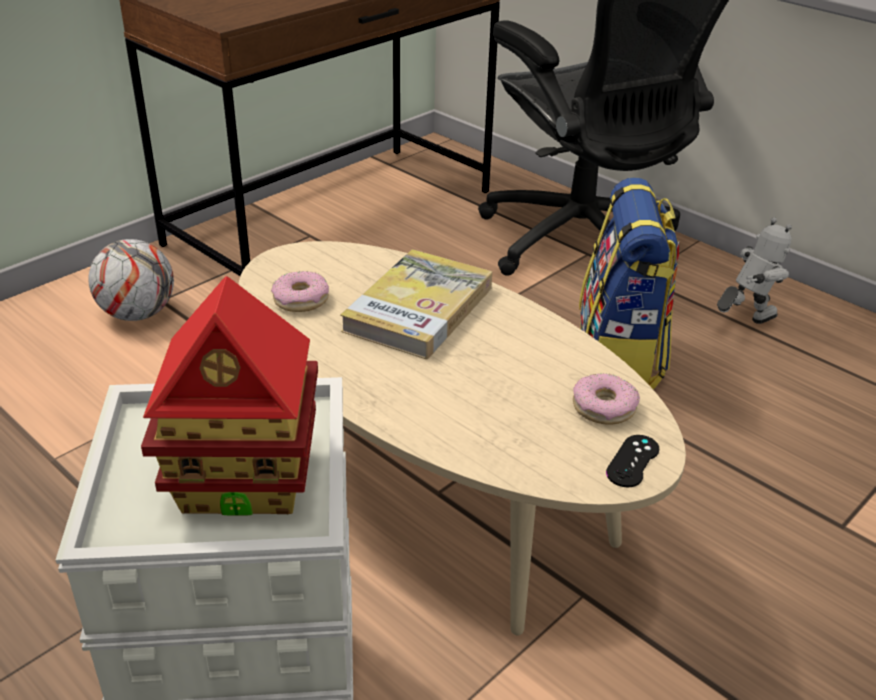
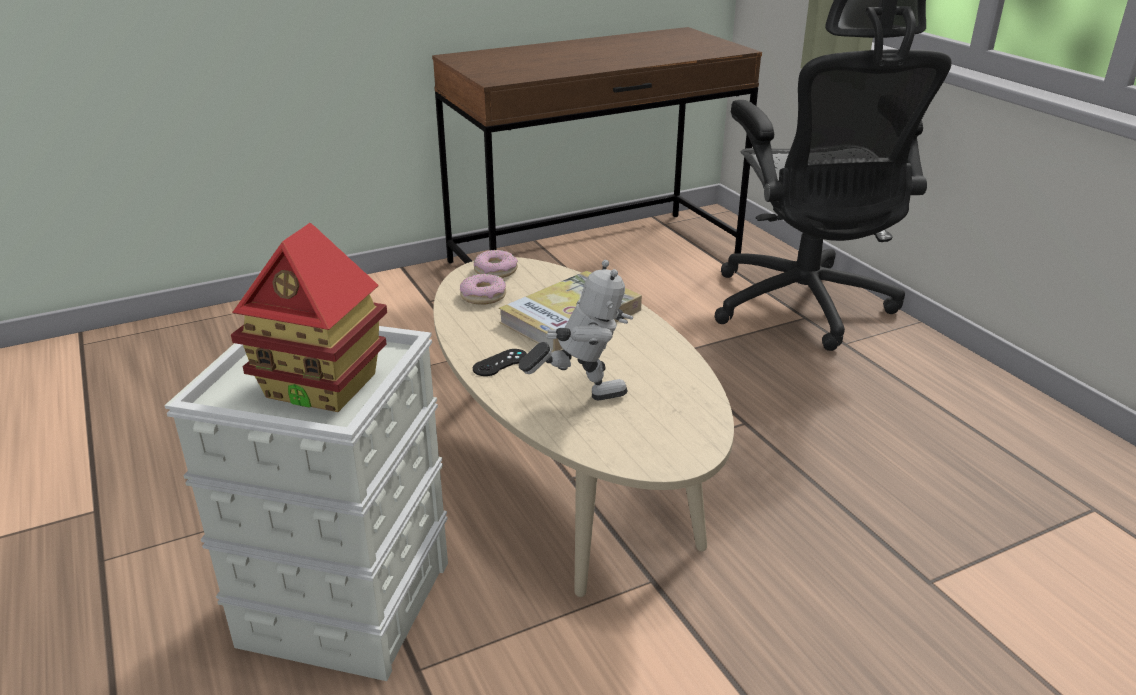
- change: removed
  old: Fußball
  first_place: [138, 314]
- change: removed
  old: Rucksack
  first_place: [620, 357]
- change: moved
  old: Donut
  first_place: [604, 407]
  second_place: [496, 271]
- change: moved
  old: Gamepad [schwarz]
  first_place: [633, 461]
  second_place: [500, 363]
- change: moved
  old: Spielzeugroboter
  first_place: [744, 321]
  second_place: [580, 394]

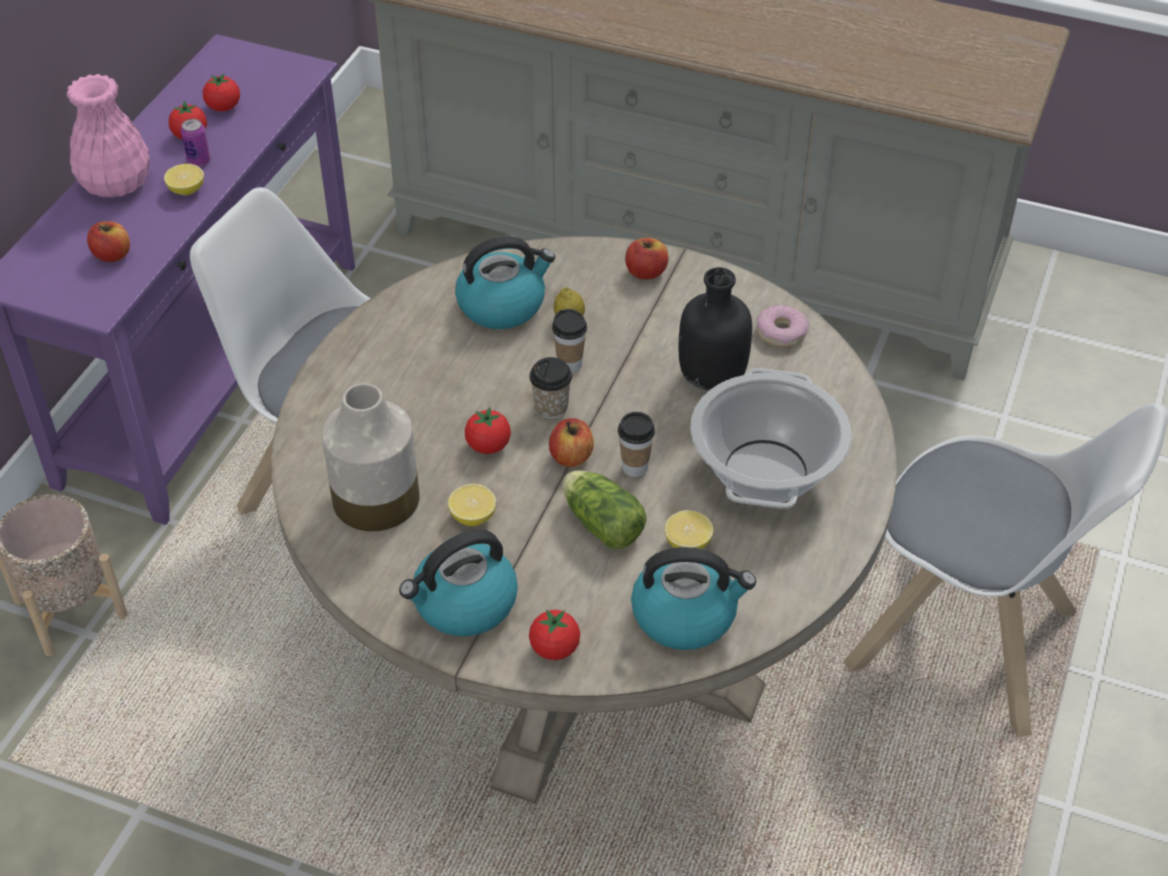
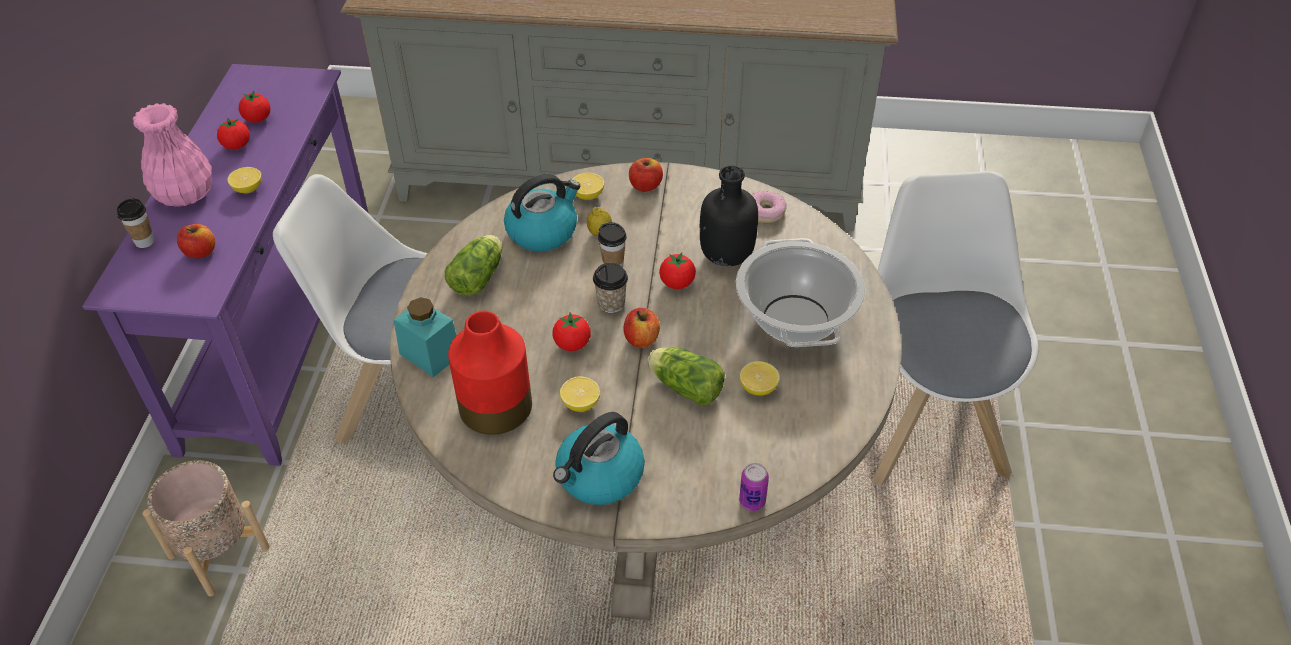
- change: removed
  old: Wasserkessel
  first_place: [686, 615]
- change: added
  new: Vorratsglas [türkis]
  second_place: [430, 354]
- change: added
  new: Salatkopf
  second_place: [479, 276]
- change: added
  new: Zitrone
  second_place: [588, 195]
- change: moved
  old: Dose
  first_place: [199, 161]
  second_place: [752, 501]
- change: moved
  old: Tomate
  first_place: [554, 648]
  second_place: [677, 283]
- change: moved
  old: Tasse
  first_place: [635, 467]
  second_place: [144, 241]
- change: recoloured
  old: Vase [beige]
  new: Vase [rot]
  first_place: [375, 497]
  second_place: [495, 404]
- change: turned
  old: Stuhl
  first_place: [969, 641]
  second_place: [925, 419]
  degrees: -105

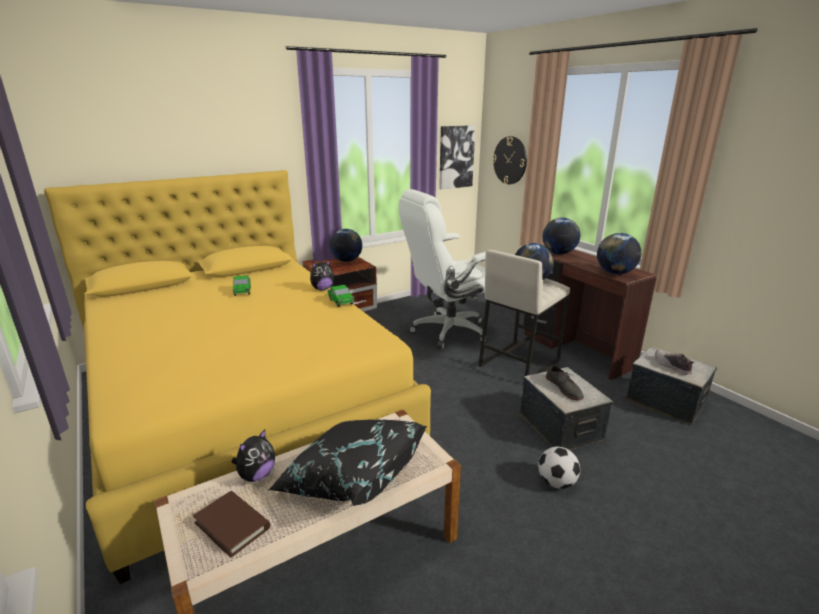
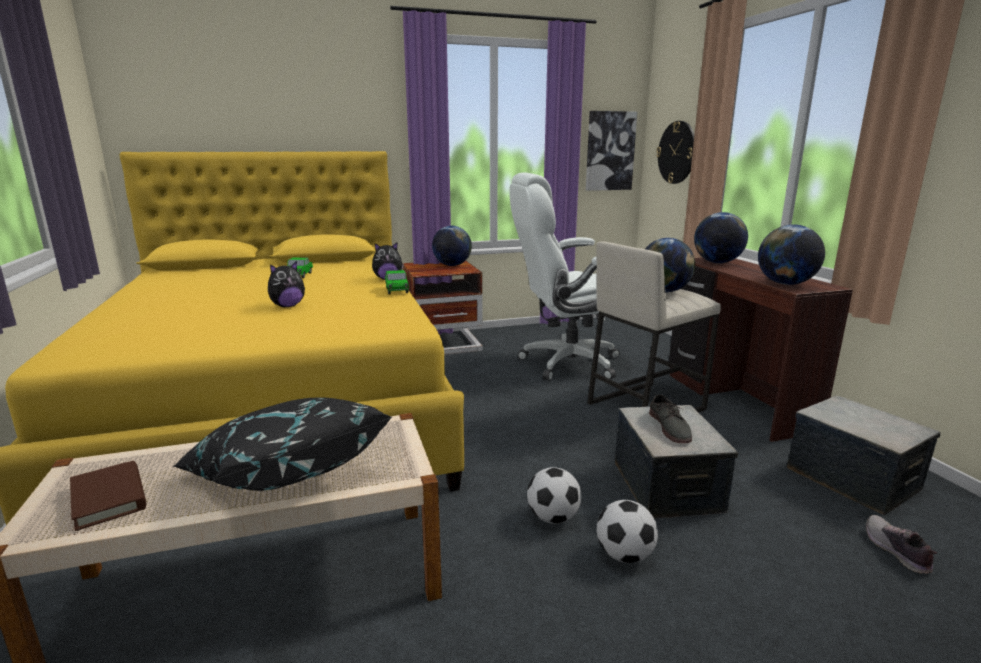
- change: added
  new: Fußball
  second_place: [553, 518]
- change: moved
  old: Plüschtier
  first_place: [256, 475]
  second_place: [287, 306]
- change: moved
  old: Schuh
  first_place: [671, 366]
  second_place: [895, 551]

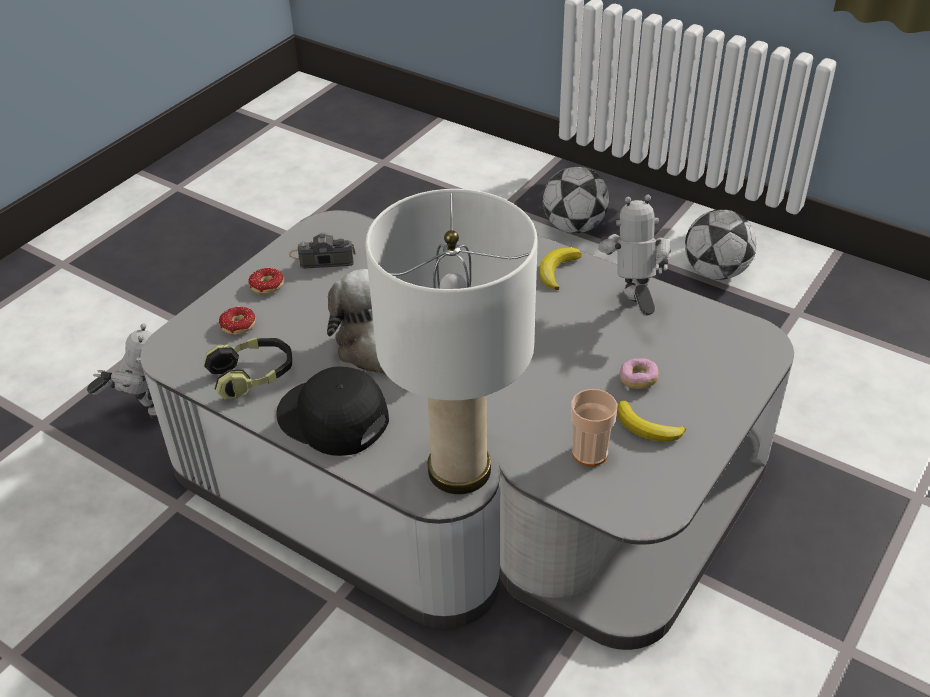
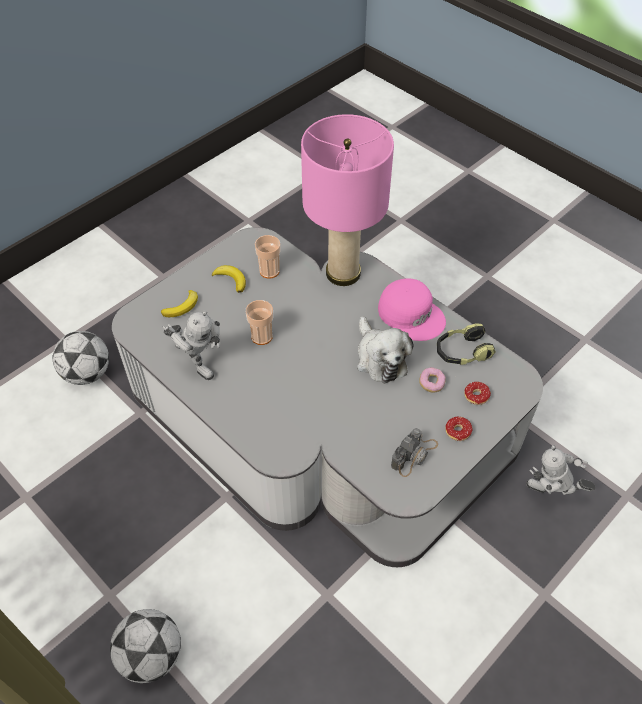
- change: added
  new: Tasse
  second_place: [261, 336]
- change: moved
  old: Banane
  first_place: [557, 270]
  second_place: [182, 307]
- change: moved
  old: Donut
  first_place: [638, 380]
  second_place: [431, 383]
- change: moved
  old: Fußball
  first_place: [715, 272]
  second_place: [87, 373]
- change: recoloured
  old: Kappe [schwarz]
  new: Kappe [rosa]
  first_place: [332, 419]
  second_place: [411, 314]
- change: recoloured
  old: Tischlampe [weiß]
  new: Tischlampe [rosa]
  first_place: [458, 470]
  second_place: [343, 273]
- change: turned
  old: Kamera
  first_place: [322, 258]
  second_place: [414, 455]
  degrees: -60
- change: turned
  old: Spielzeugroboter
  first_place: [632, 308]
  second_place: [197, 362]
  degrees: -60

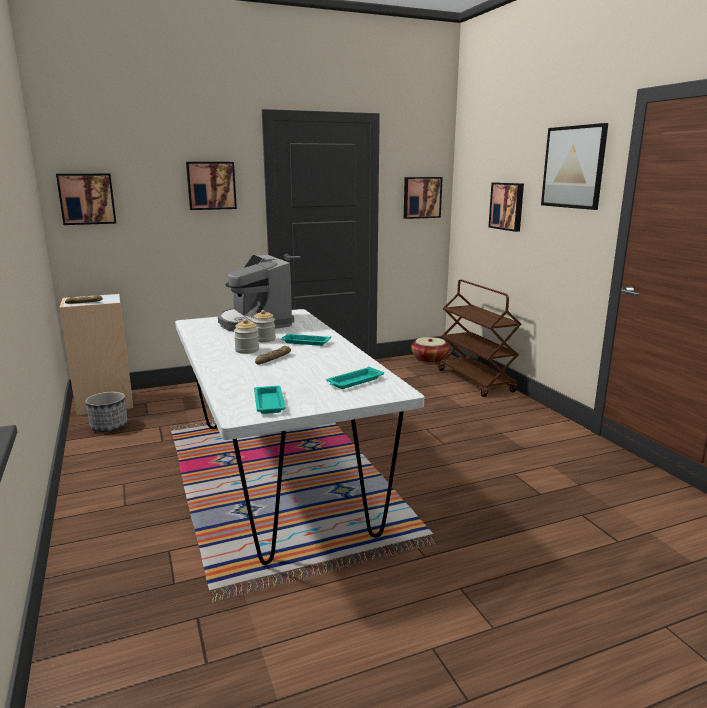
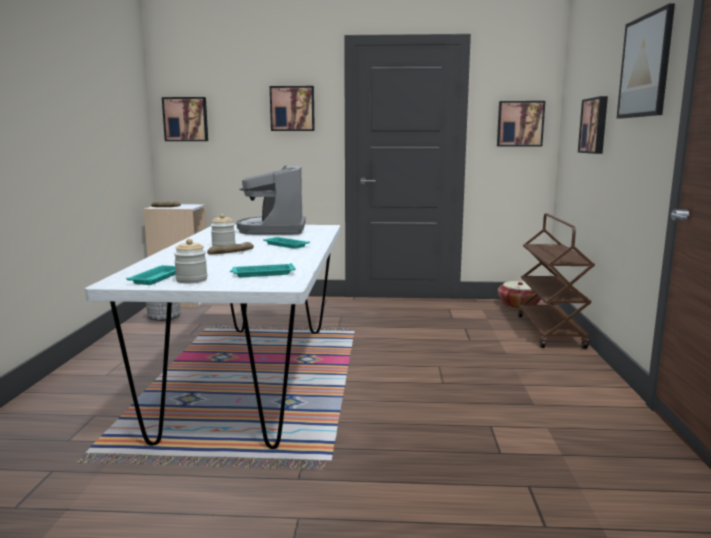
- change: moved
  old: Vorratsglas
  first_place: [264, 339]
  second_place: [191, 280]

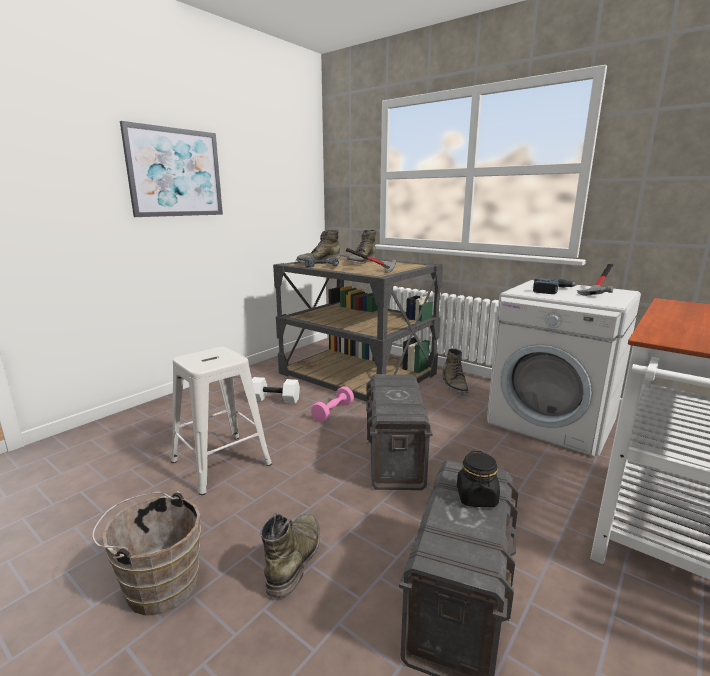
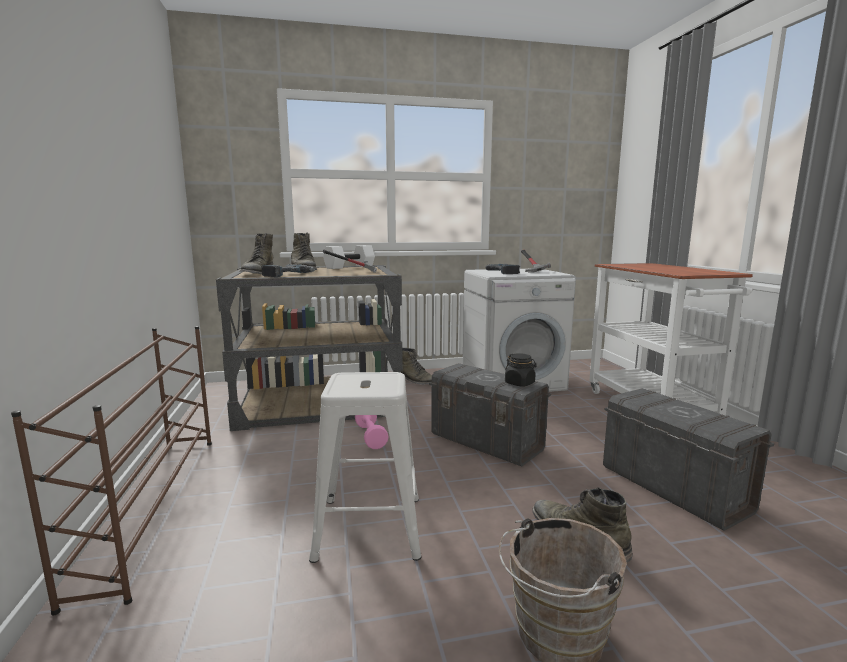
- change: removed
  old: Bild
  first_place: [175, 173]
- change: added
  new: Schuhregal [braun]
  second_place: [155, 504]
- change: moved
  old: Hantel [weiß]
  first_place: [274, 400]
  second_place: [349, 267]
- change: moved
  old: Vorratsglas [schwarz]
  first_place: [476, 497]
  second_place: [519, 383]

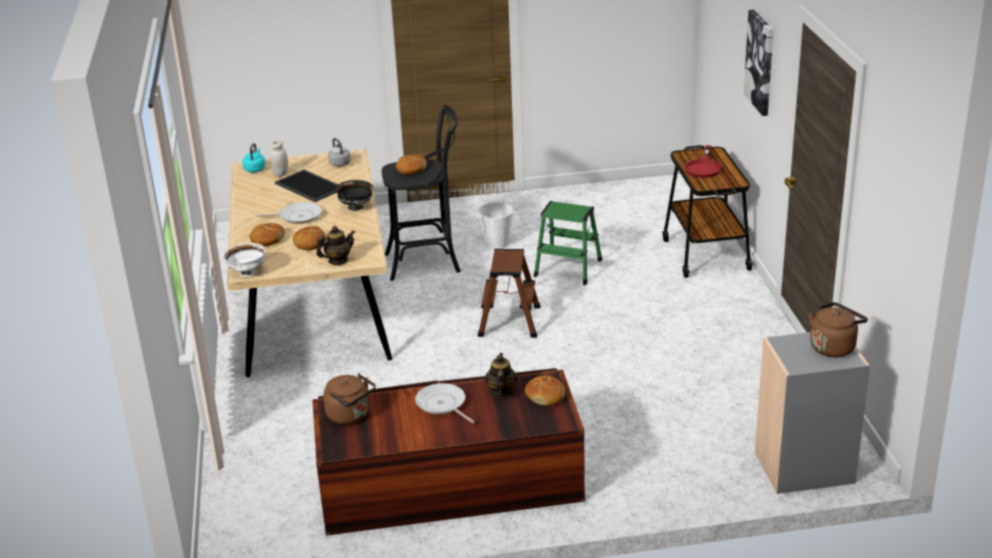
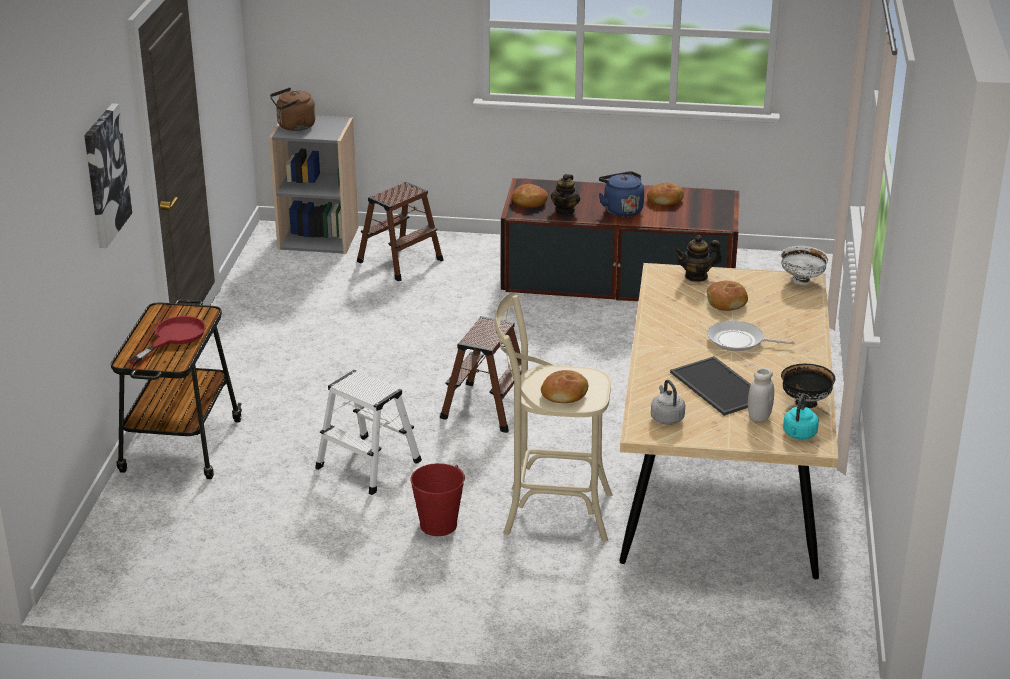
- change: removed
  old: Wasserkessel [braun]
  first_place: [350, 416]
- change: added
  new: Trittleiter [braun]
  second_place: [400, 260]
- change: moved
  old: Brot
  first_place: [267, 240]
  second_place: [665, 200]
- change: moved
  old: Schüssel [schwarz]
  first_place: [356, 207]
  second_place: [805, 403]
- change: replaced
  old: Pfanne
  new: Wasserkessel [blau]
  first_place: [442, 405]
  second_place: [621, 210]
- change: recoloured
  old: Hocker [schwarz]
  new: Hocker [beige]
  first_place: [427, 262]
  second_place: [551, 512]
- change: recoloured
  old: Eimer [weiß]
  new: Eimer [rot]
  first_place: [497, 243]
  second_place: [438, 525]
- change: recoloured
  old: Trittleiter [grün]
  new: Trittleiter [weiß]
  first_place: [568, 267]
  second_place: [368, 464]

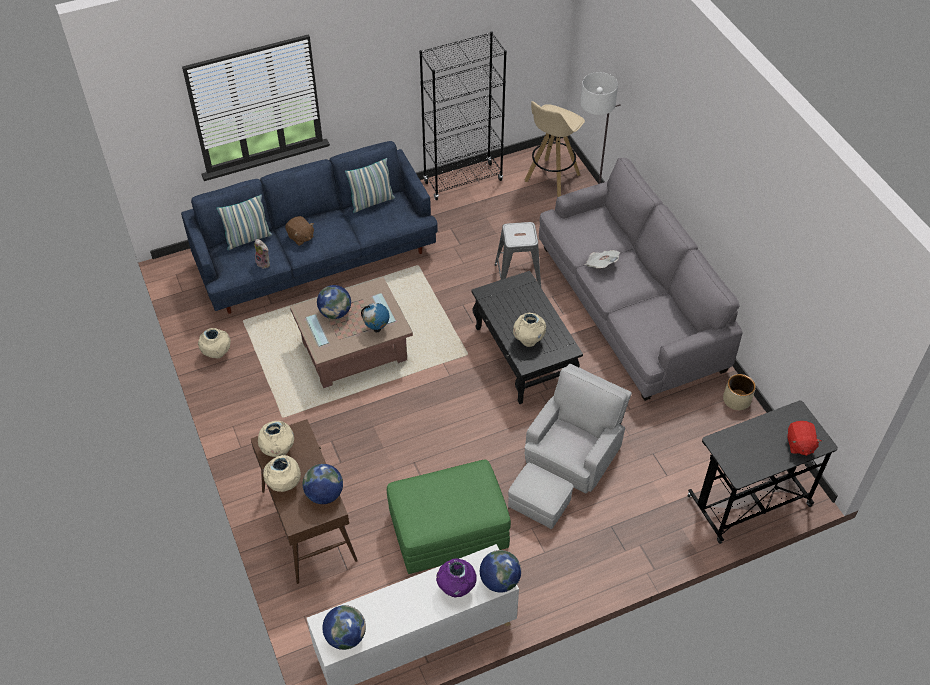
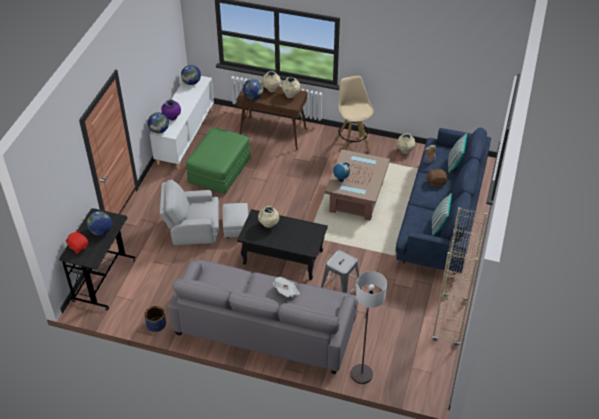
- change: moved
  old: Globus
  first_place: [335, 313]
  second_place: [101, 231]
- change: moved
  old: Hocker [beige]
  first_place: [551, 178]
  second_place: [352, 145]
- change: recoloured
  old: Bücherregal [schwarz]
  new: Bücherregal [beige]
  first_place: [463, 181]
  second_place: [450, 321]
- change: recoloured
  old: Pflanzkübel [beige]
  new: Pflanzkübel [blau]
  first_place: [737, 400]
  second_place: [156, 324]
- change: turned
  old: Sessel [weiß]
  first_place: [565, 465]
  second_place: [203, 229]
  degrees: 105

